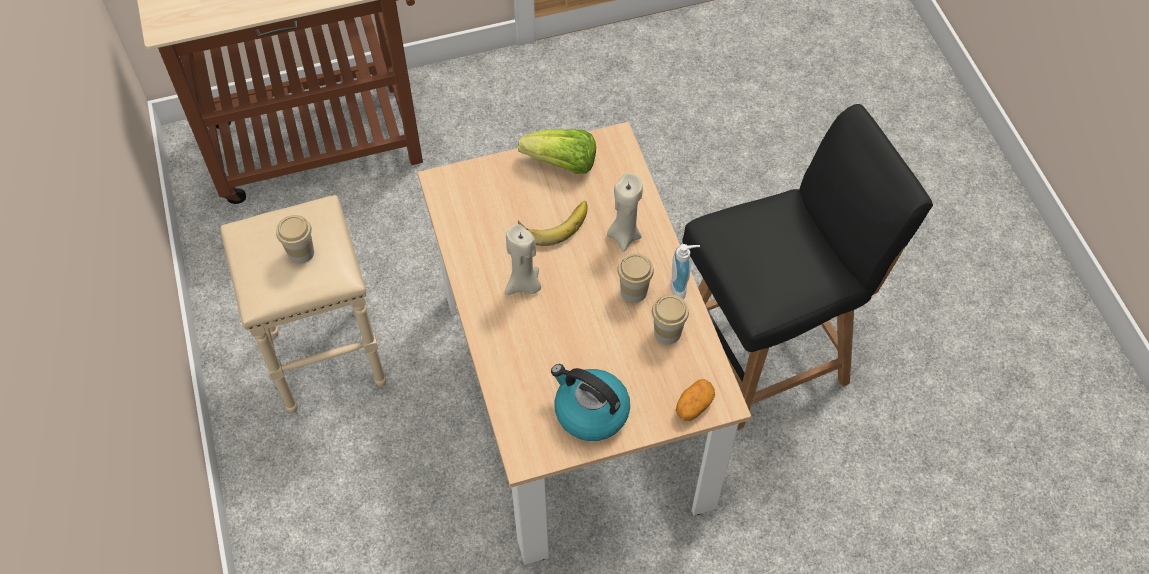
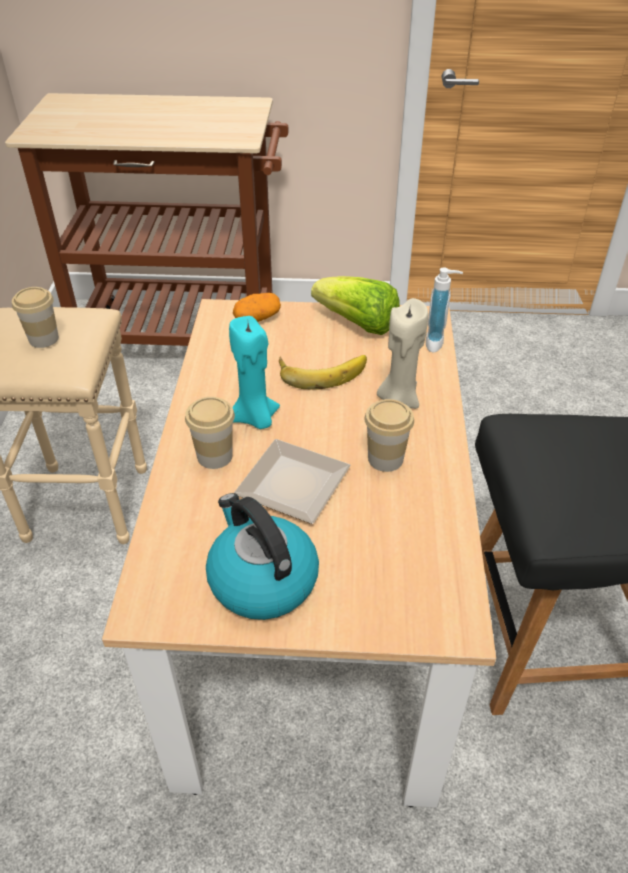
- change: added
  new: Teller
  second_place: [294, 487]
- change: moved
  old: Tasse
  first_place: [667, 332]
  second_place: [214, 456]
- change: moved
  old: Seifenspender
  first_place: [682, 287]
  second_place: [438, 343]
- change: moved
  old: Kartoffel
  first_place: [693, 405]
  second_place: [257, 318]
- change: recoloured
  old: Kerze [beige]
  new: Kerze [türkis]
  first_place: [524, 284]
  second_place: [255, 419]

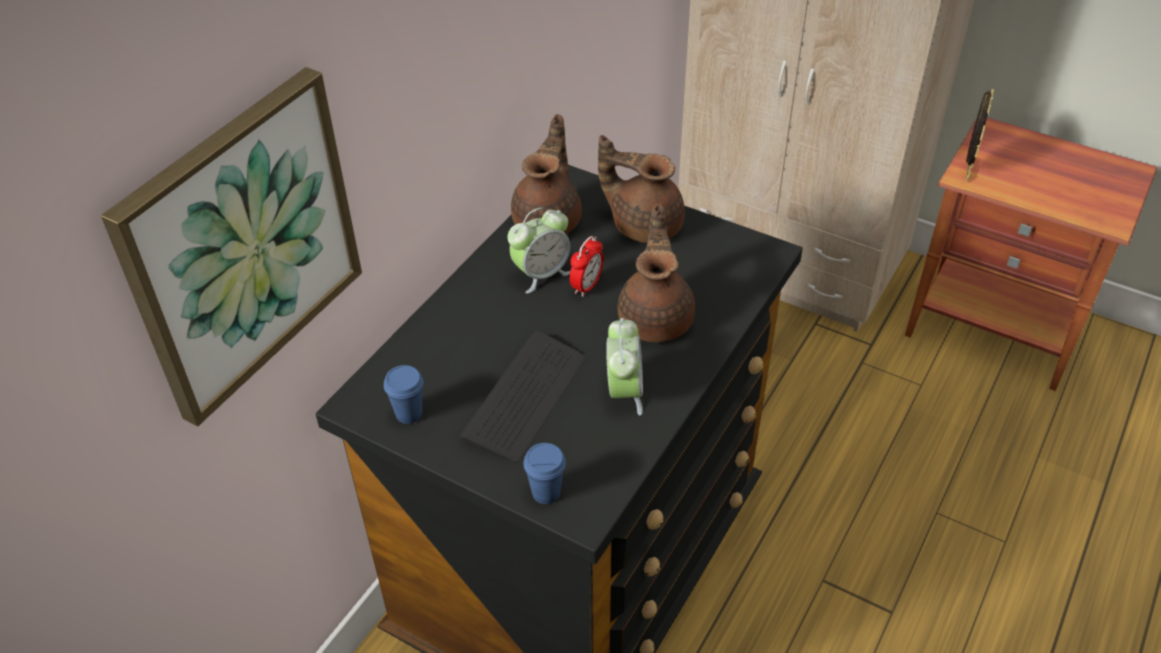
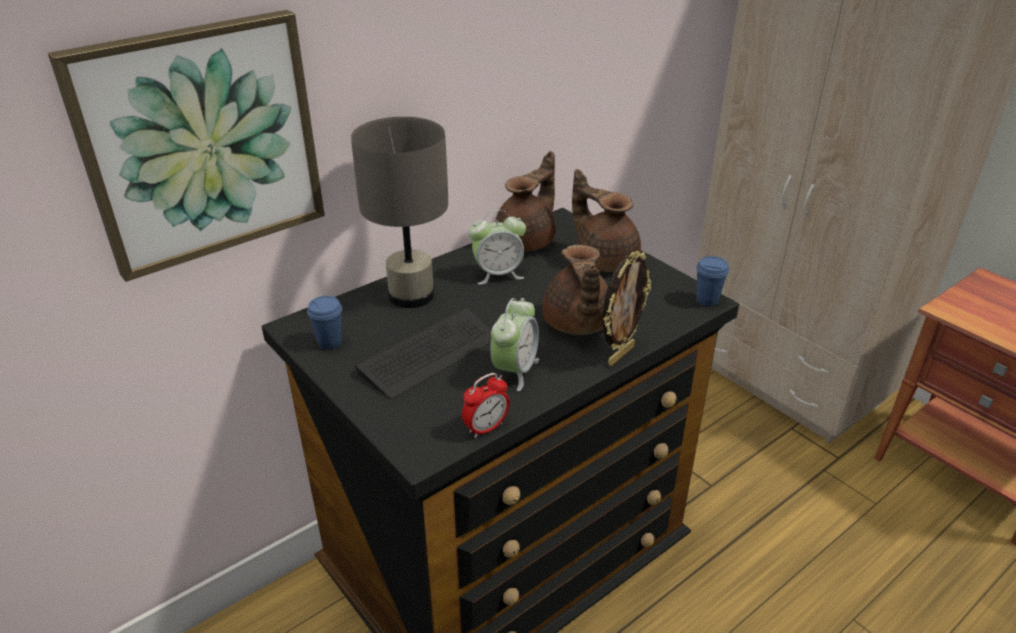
- change: added
  new: Tischlampe [grau]
  second_place: [412, 295]
- change: moved
  old: Tasse [blau]
  first_place: [546, 493]
  second_place: [707, 300]
- change: moved
  old: Wecker
  first_place: [586, 286]
  second_place: [486, 428]
- change: moved
  old: Bilderrahmen
  first_place: [967, 171]
  second_place: [620, 355]
- change: turned
  old: Teekanne [braun]
  first_place: [656, 318]
  second_place: [576, 324]
  degrees: 150

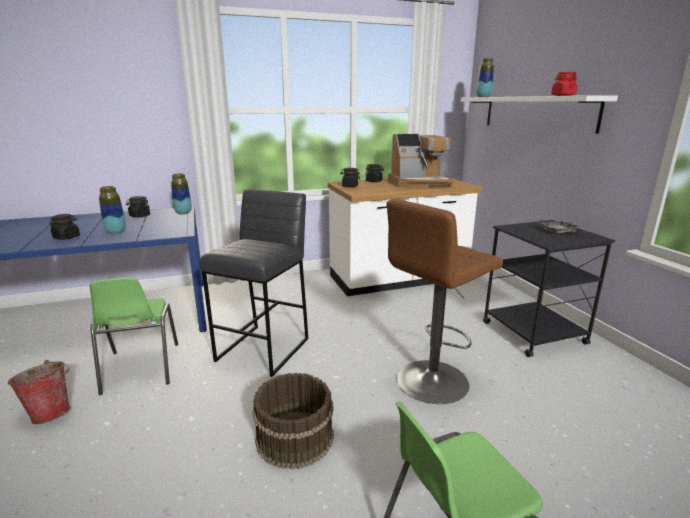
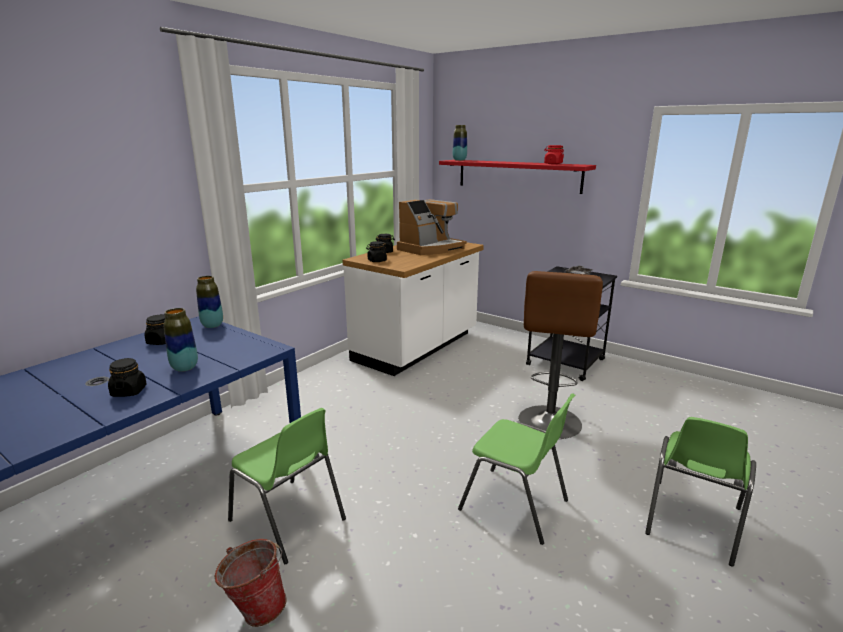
- change: removed
  old: Hocker [grau]
  first_place: [264, 349]
- change: replaced
  old: Eimer [braun]
  new: Stuhl [grün]
  first_place: [293, 437]
  second_place: [515, 505]
- change: recoloured
  old: Wandregal [weiß]
  new: Wandregal [rot]
  first_place: [536, 113]
  second_place: [518, 175]

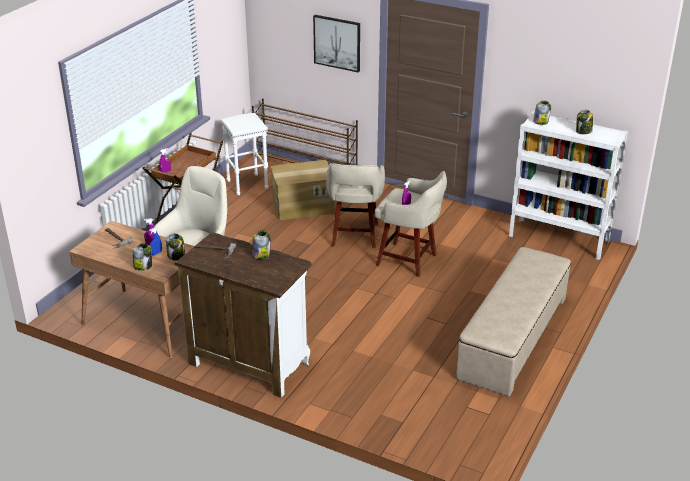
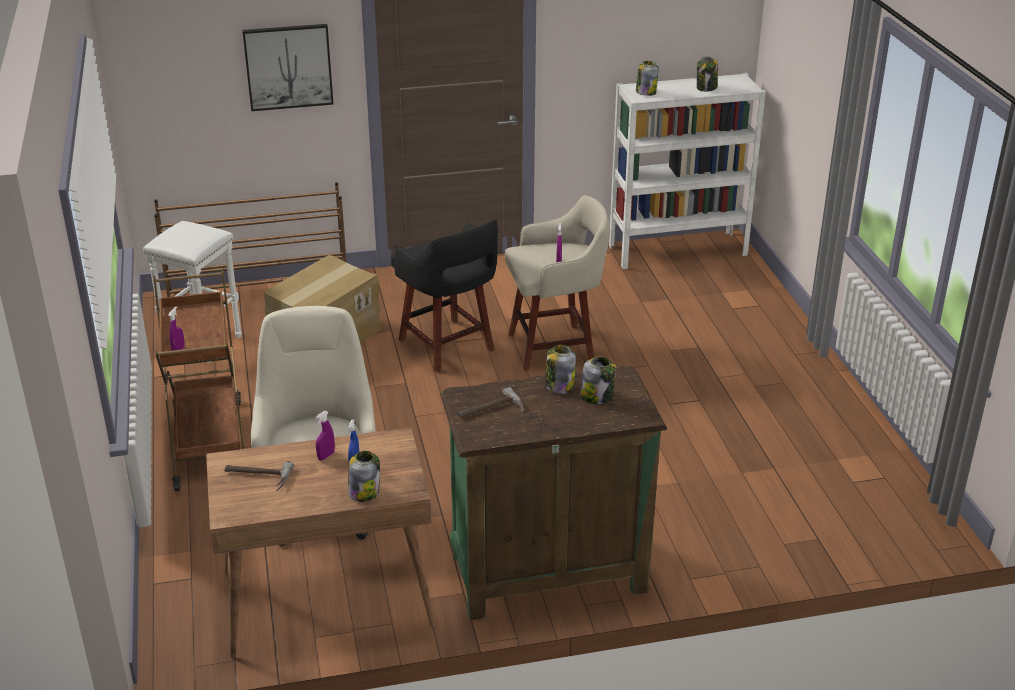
- change: removed
  old: Bank [beige]
  first_place: [513, 337]
- change: moved
  old: Vorratsglas
  first_place: [176, 256]
  second_place: [597, 396]
- change: recoloured
  old: Kommode [weiß]
  new: Kommode [grün]
  first_place: [250, 362]
  second_place: [546, 571]
- change: recoloured
  old: Hocker [beige]
  new: Hocker [schwarz]
  first_place: [354, 236]
  second_place: [448, 348]

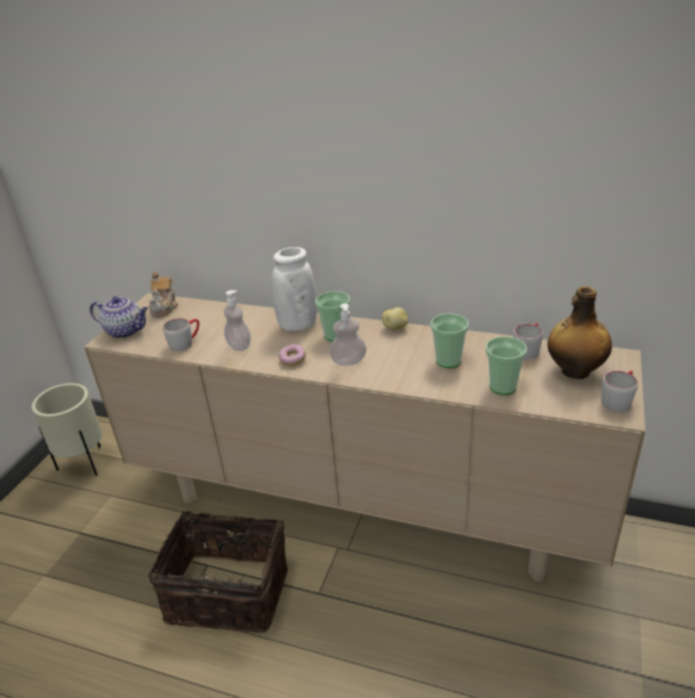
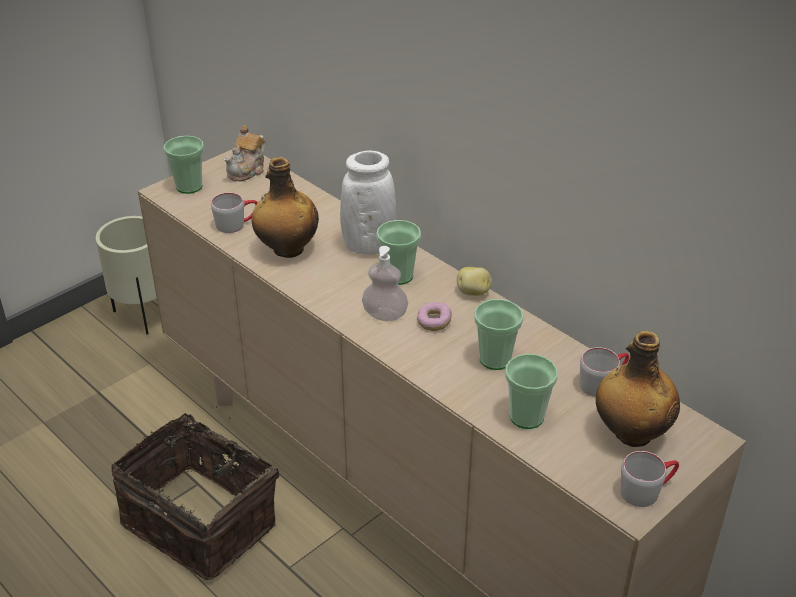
- change: moved
  old: Donut
  first_place: [292, 360]
  second_place: [434, 322]
- change: replaced
  old: Teekanne
  new: Tasse
  first_place: [126, 331]
  second_place: [189, 186]
- change: replaced
  old: Seifenspender
  new: Flasche
  first_place: [239, 346]
  second_place: [287, 249]

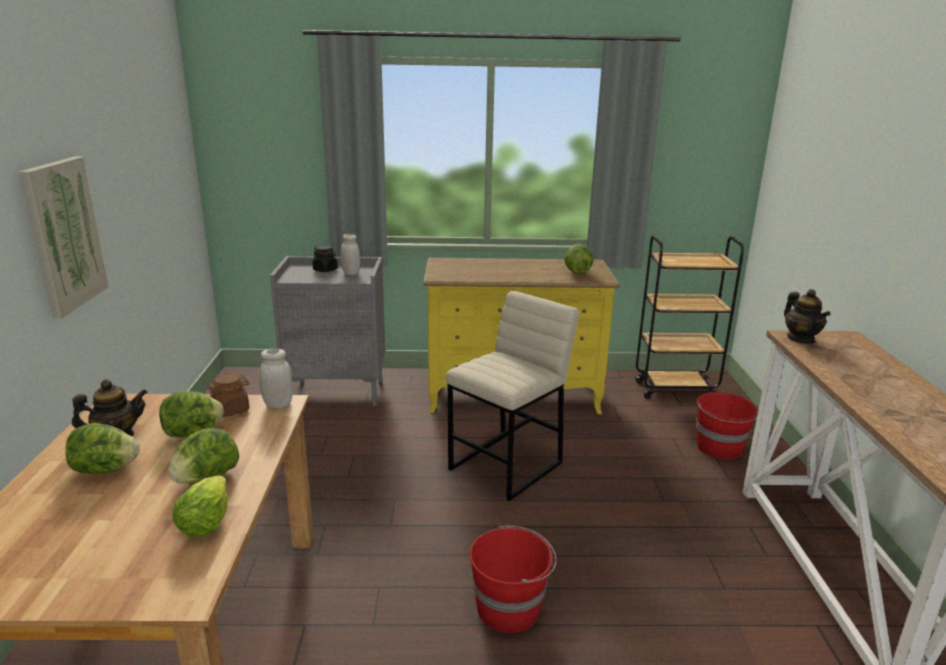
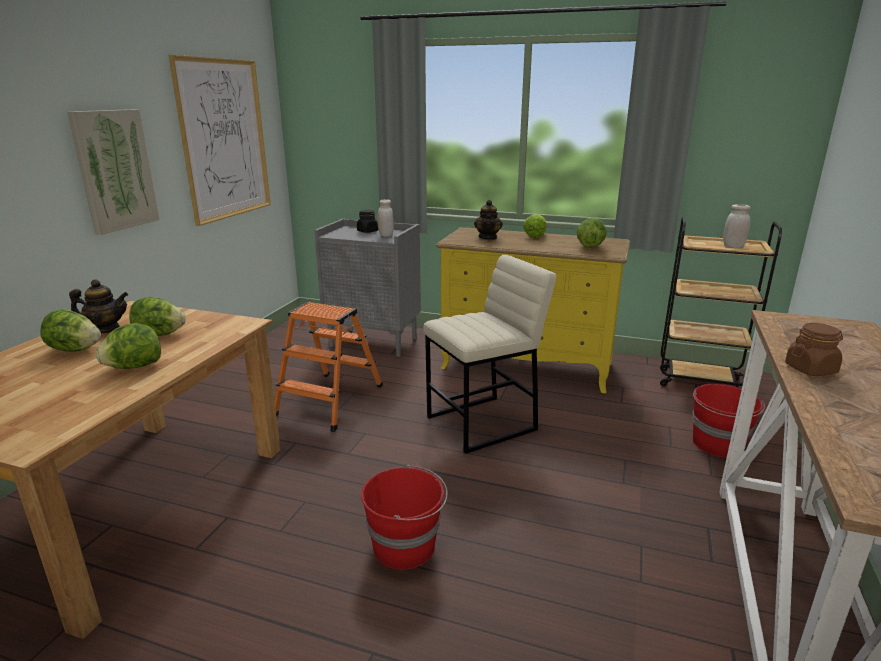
- change: added
  new: Bild
  second_place: [224, 140]
- change: added
  new: Trittleiter [orange]
  second_place: [330, 400]
- change: moved
  old: Salatkopf
  first_place: [205, 523]
  second_place: [535, 236]
- change: moved
  old: Vorratsglas [braun]
  first_place: [231, 410]
  second_place: [810, 369]
- change: moved
  old: Vorratsglas [weiß]
  first_place: [278, 404]
  second_place: [733, 246]
- change: moved
  old: Teekanne
  first_place: [801, 339]
  second_place: [488, 237]

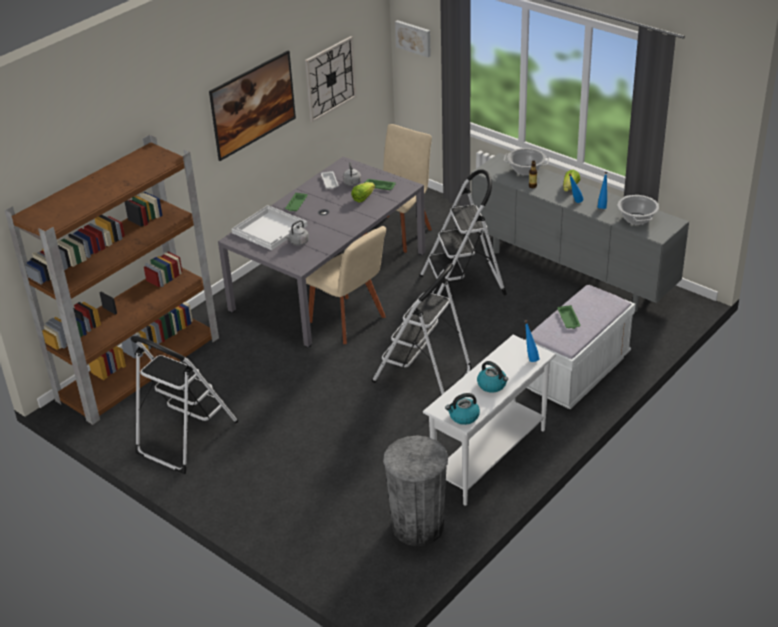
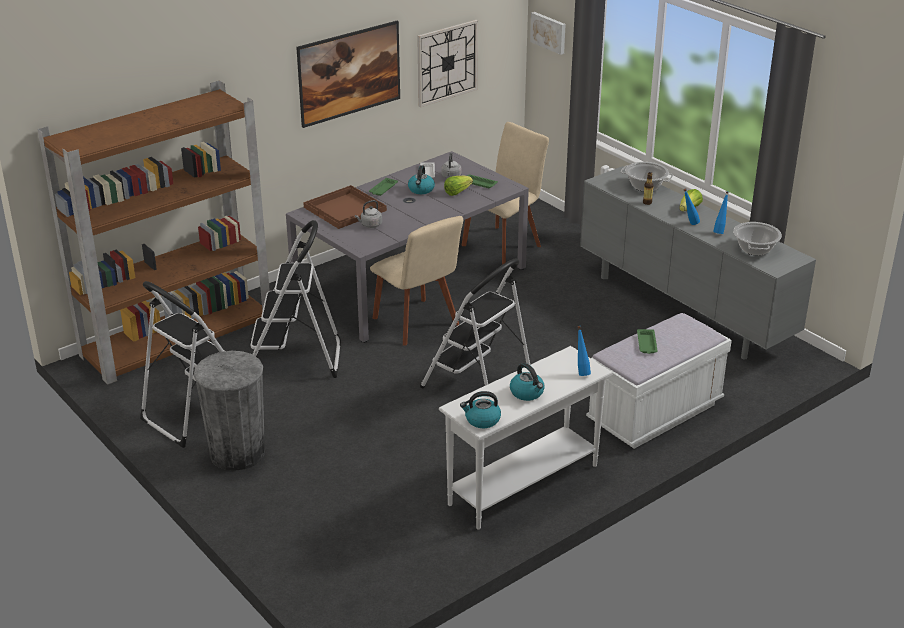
- change: added
  new: Wasserkessel
  second_place: [421, 190]
- change: moved
  old: Mülleimer [grau]
  first_place: [418, 526]
  second_place: [237, 453]
- change: moved
  old: Trittleiter
  first_place: [465, 285]
  second_place: [296, 360]
- change: recoloured
  old: Tablett [weiß]
  new: Tablett [braun]
  first_place: [270, 229]
  second_place: [346, 209]

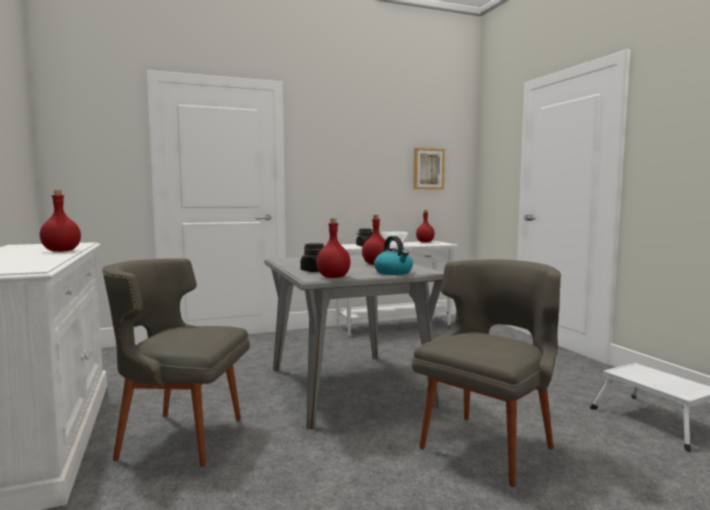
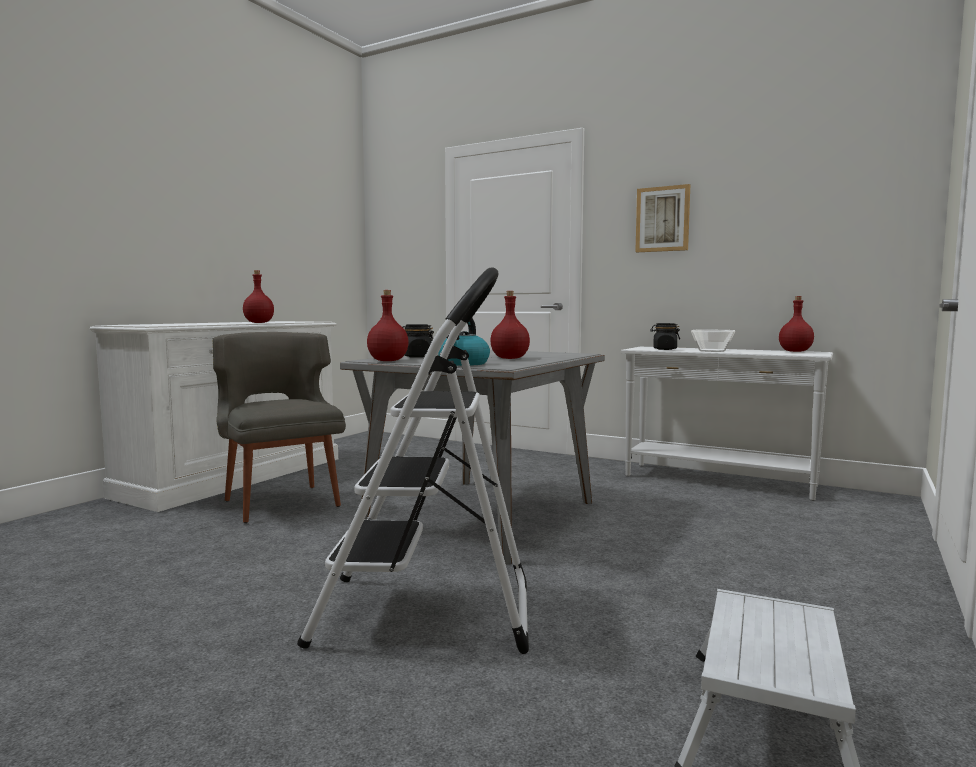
- change: moved
  old: Bild
  first_place: [428, 169]
  second_place: [662, 219]
- change: replaced
  old: Stuhl [grau]
  new: Trittleiter
  first_place: [485, 448]
  second_place: [430, 614]

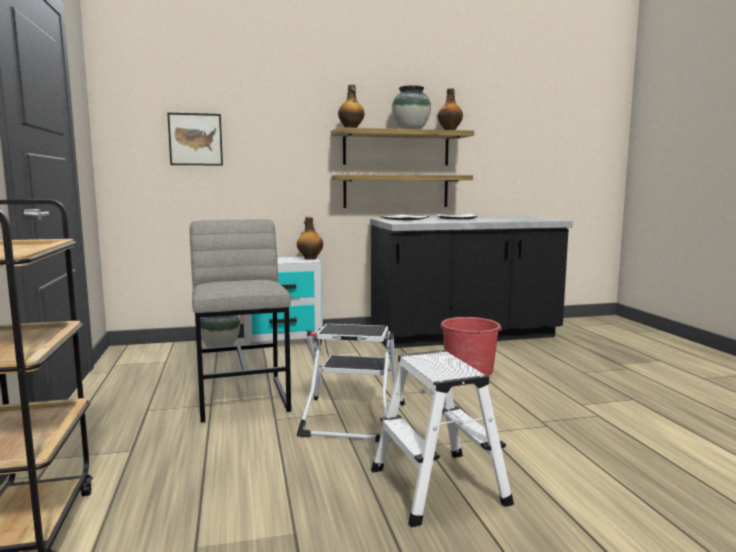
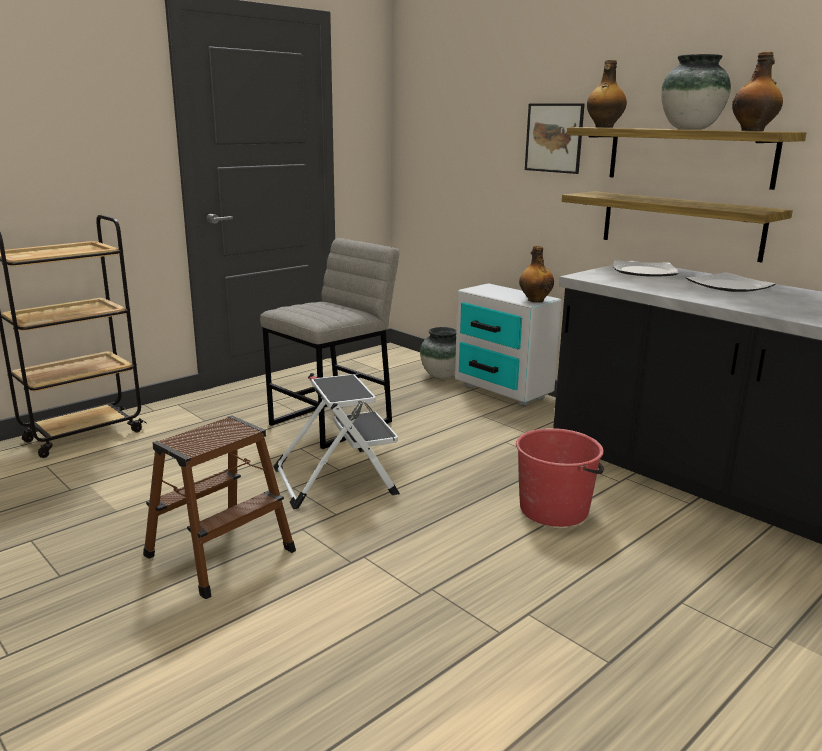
- change: moved
  old: Bild
  first_place: [195, 139]
  second_place: [554, 138]
- change: recoloured
  old: Trittleiter [weiß]
  new: Trittleiter [braun]
  first_place: [438, 486]
  second_place: [220, 552]

